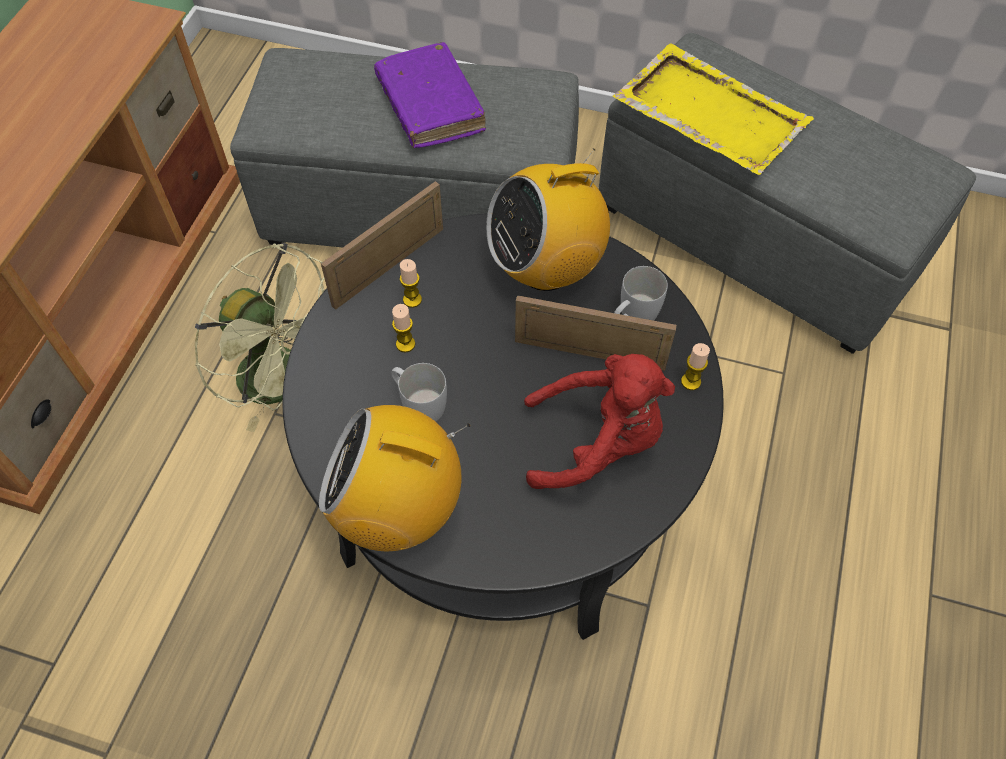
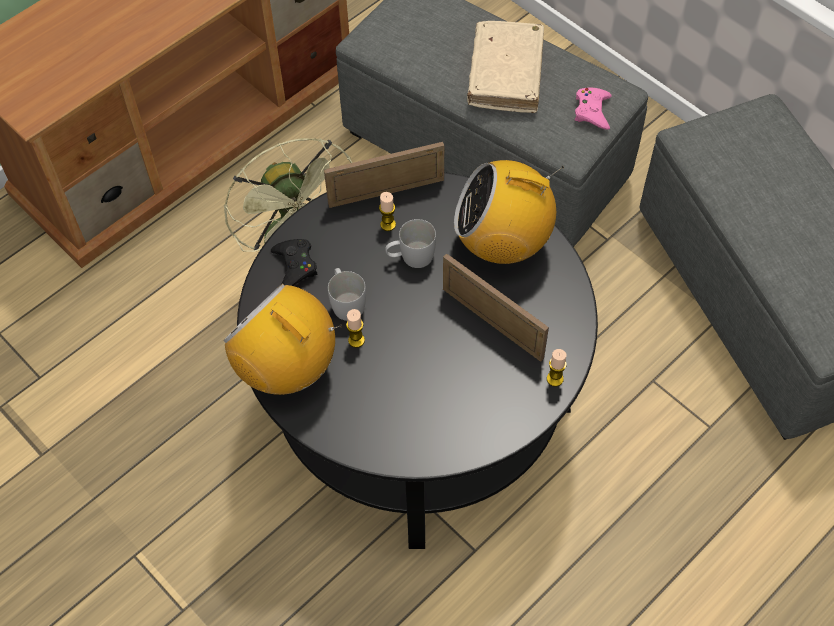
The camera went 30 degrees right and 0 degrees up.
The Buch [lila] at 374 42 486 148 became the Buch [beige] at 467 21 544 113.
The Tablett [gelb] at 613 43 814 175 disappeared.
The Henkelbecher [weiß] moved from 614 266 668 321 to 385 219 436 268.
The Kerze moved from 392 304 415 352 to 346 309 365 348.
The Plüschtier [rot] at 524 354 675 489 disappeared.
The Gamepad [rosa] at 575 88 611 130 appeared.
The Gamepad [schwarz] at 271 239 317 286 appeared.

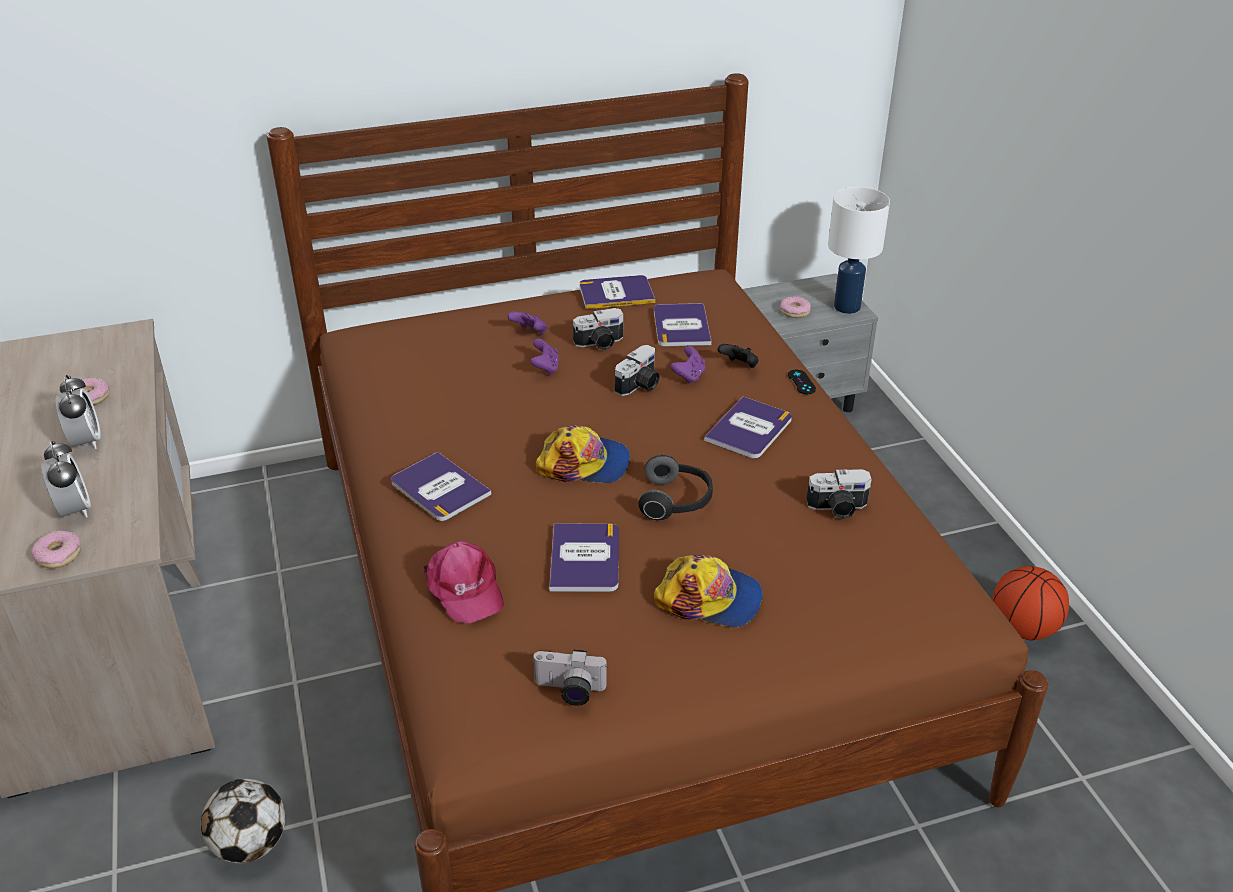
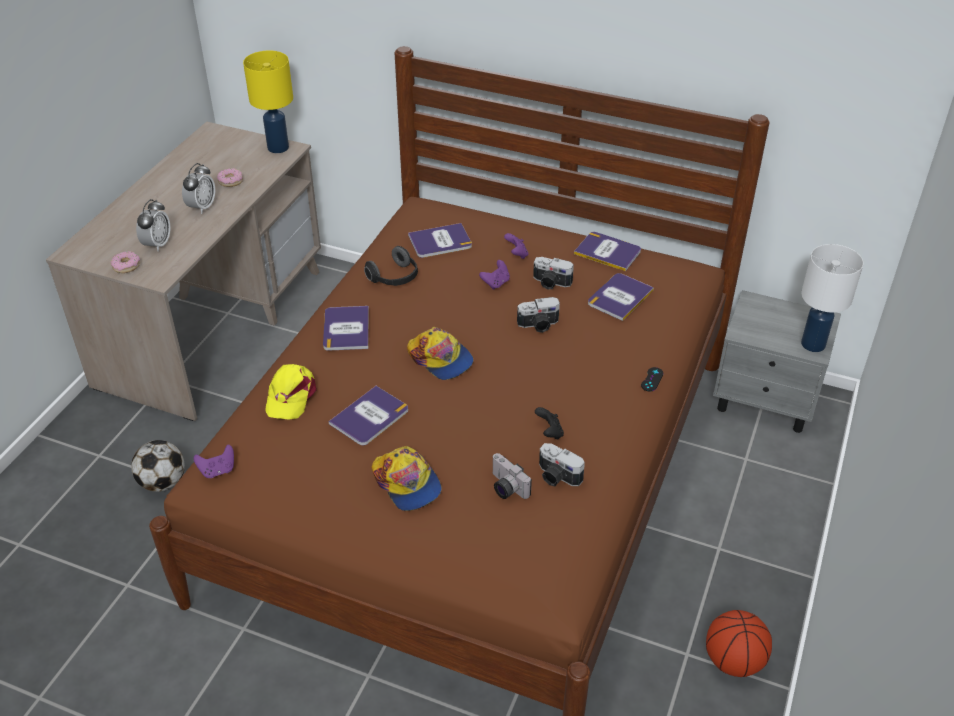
The camera went 40 degrees right and 5 degrees up.
The Donut at 780 296 811 318 disappeared.
The Gamepad [schwarz] moved from 718 344 759 368 to 535 407 564 439.
The Gamepad [lila] moved from 670 345 705 384 to 194 445 234 478.
The Buch moved from 704 397 792 459 to 408 223 472 258.
The Kopfhörer moved from 639 455 713 520 to 364 246 418 286.
The Kappe [rosa] at 424 541 504 624 became the Kappe [gelb] at 265 364 316 420.
The Kamera moved from 532 649 607 706 to 493 453 532 499.
The Tischlampe [gelb] at 243 51 293 153 appeared.

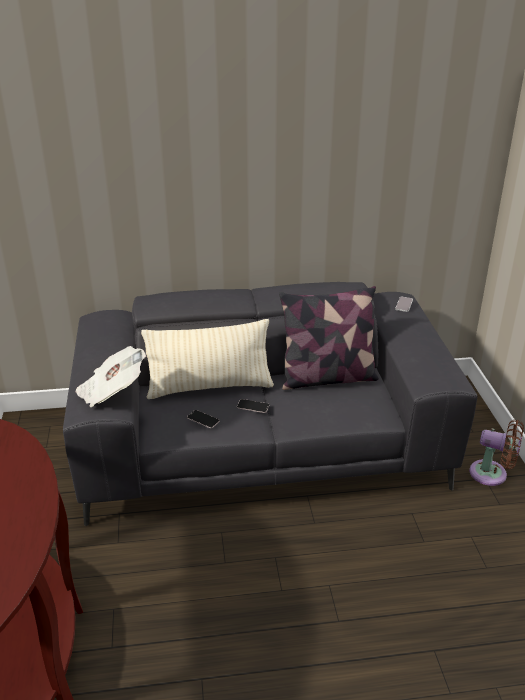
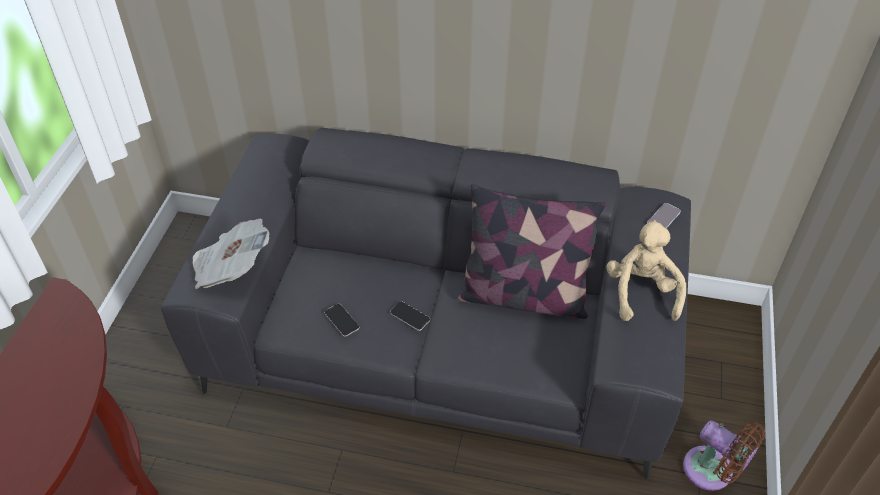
The camera went 20 degrees right and 15 degrees up.
The Kissen [beige] at 141 319 274 399 disappeared.
The Plüschtier [beige] at 606 220 686 321 appeared.

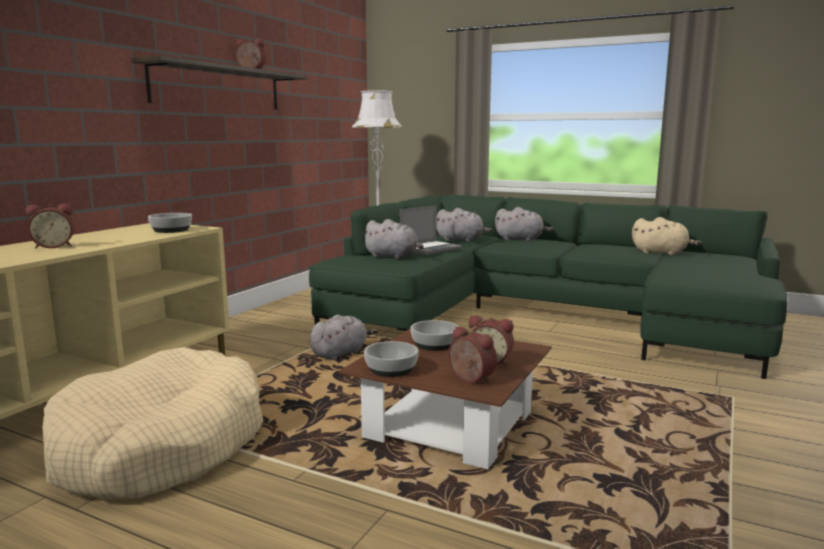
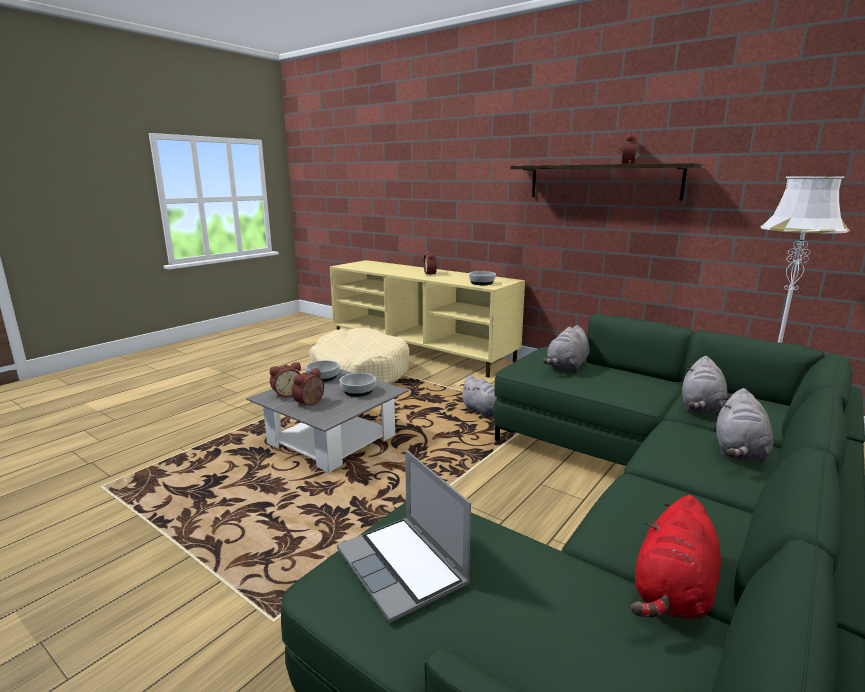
The camera went 100 degrees right and 5 degrees up.
The Laptop moved from 400 206 462 255 to 337 450 471 623.
The Plüschtier [beige] at 632 217 702 255 became the Plüschtier [rot] at 631 495 721 620.
The Couchtisch [braun] at 338 329 552 469 became the Couchtisch [grau] at 246 369 409 472.

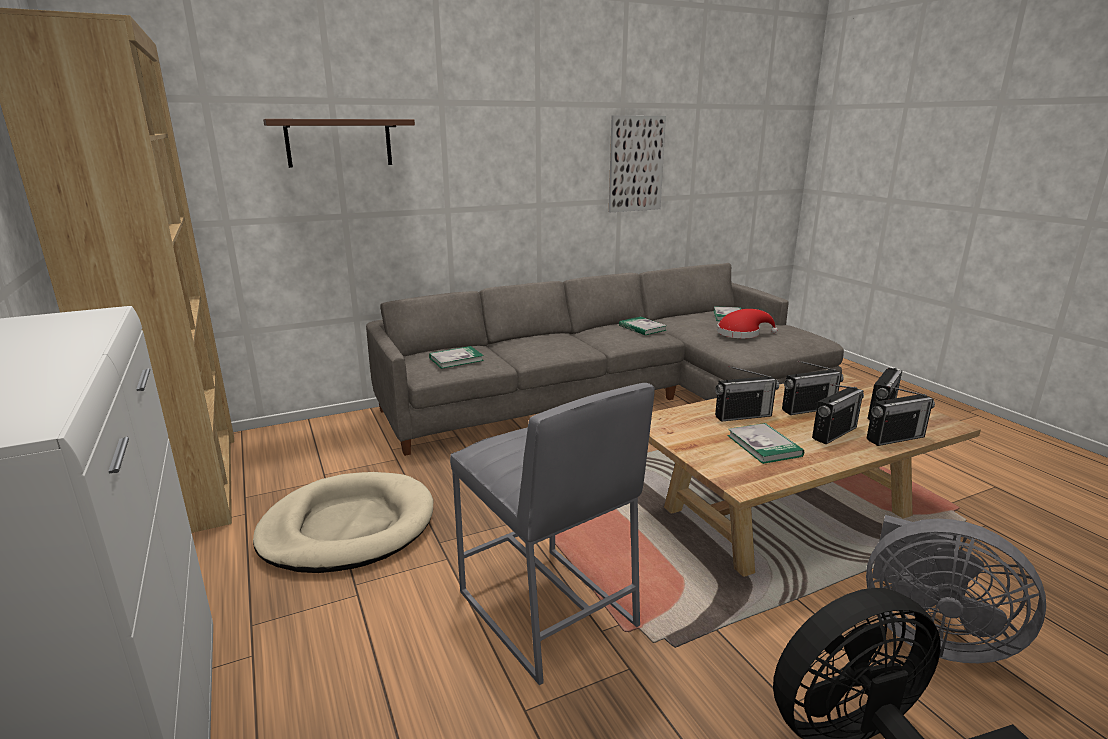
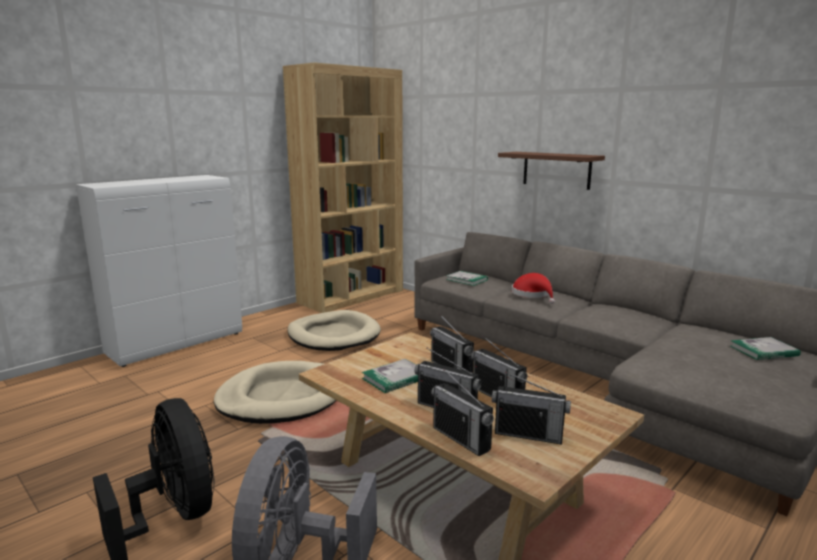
The camera went 70 degrees right and 5 degrees down.
The Bild at 609 115 666 212 disappeared.
The Wandregal [braun] moved from 263 119 415 168 to 498 152 605 190.
The Hut [rot] moved from 717 309 778 338 to 512 273 555 304.
The Buch at 619 317 667 335 disappeared.
The Hocker [grau] at 450 383 655 685 was replaced by the Hundebett [beige] at 214 361 336 424.

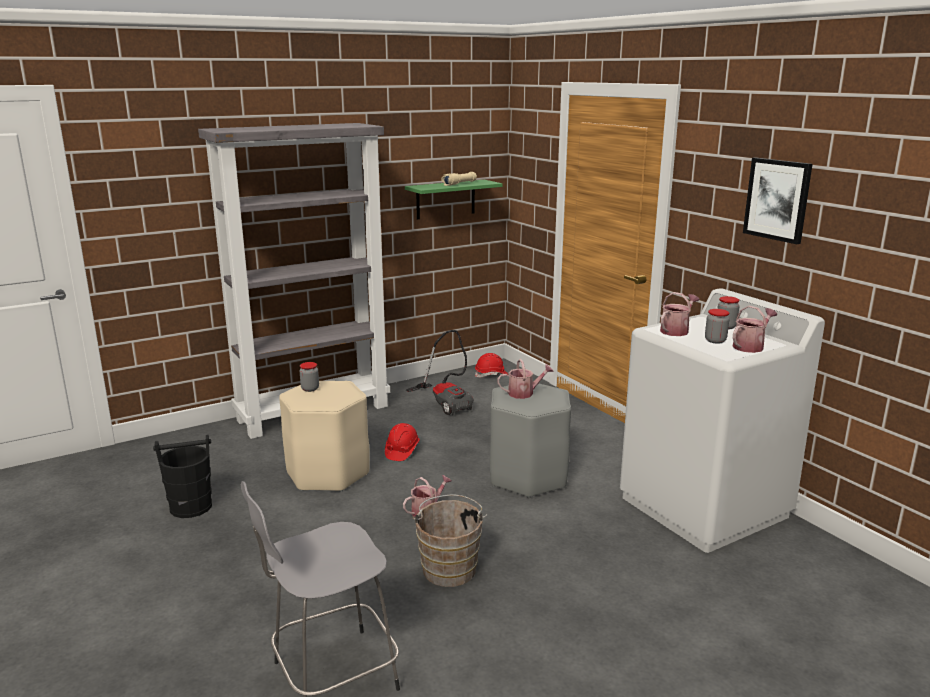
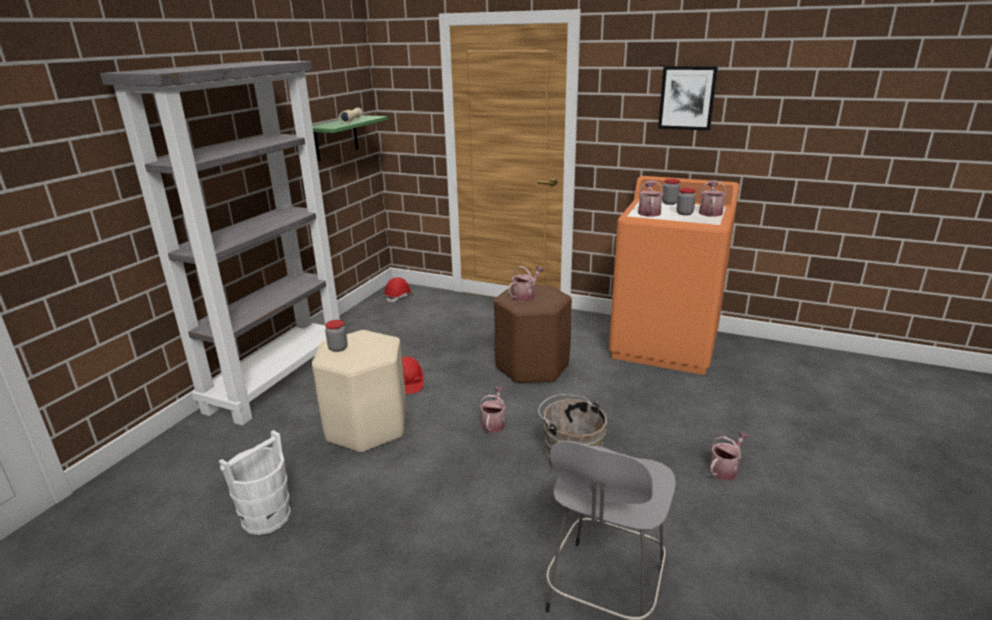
The camera went 35 degrees left and 5 degrees up.
The Waschmaschine [weiß] at 620 288 825 553 became the Waschmaschine [orange] at 609 176 740 375.
The Staubsauger at 406 330 474 415 disappeared.
The Hocker [grau] at 490 383 571 498 became the Hocker [braun] at 494 285 572 384.
The Eimer [schwarz] at 153 435 212 518 became the Eimer [weiß] at 219 430 291 535.
The Gießkanne at 708 431 749 481 appeared.

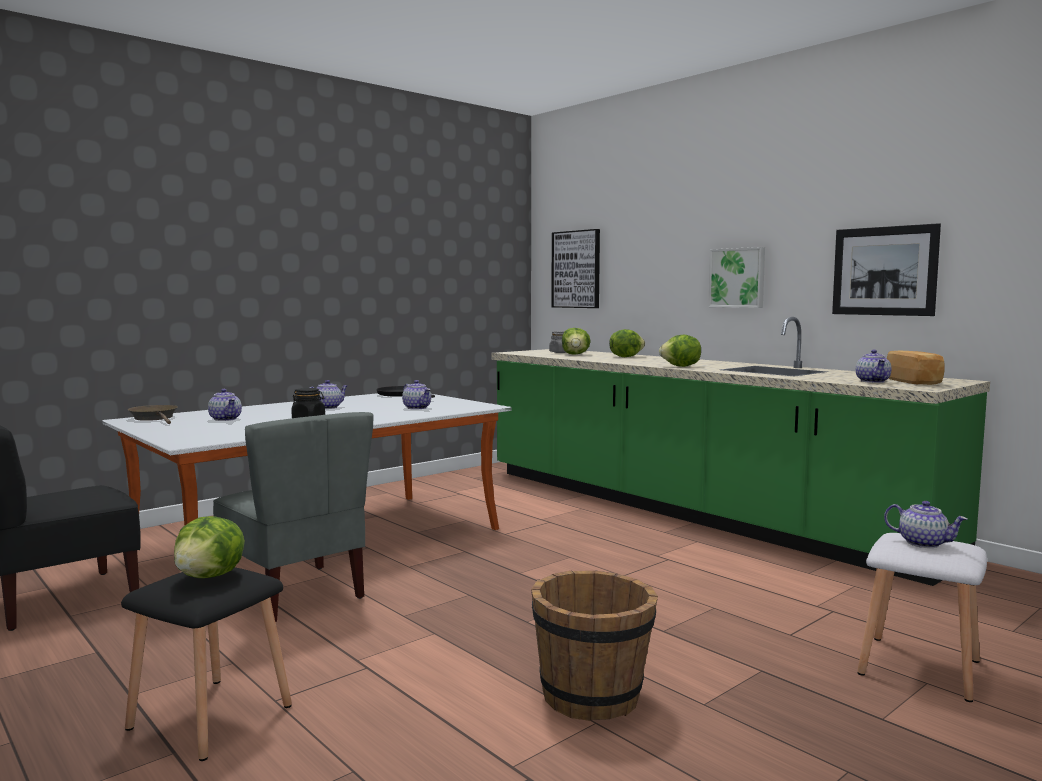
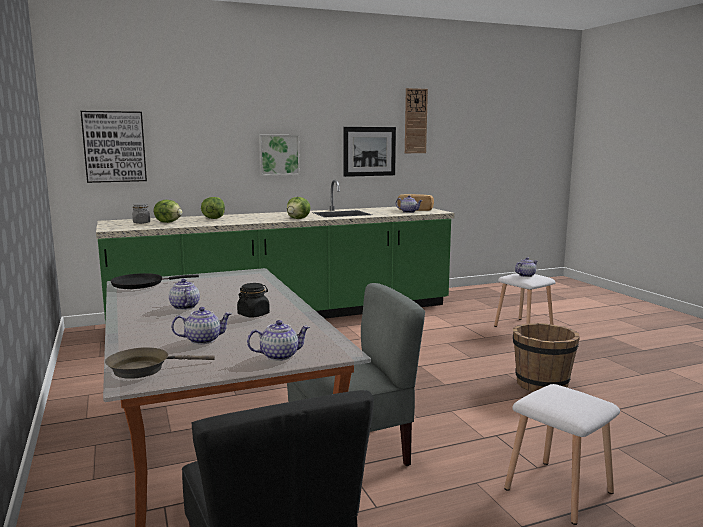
The camera went 70 degrees left and 5 degrees up.
The Teekanne moved from 402 380 431 410 to 247 320 310 361.
The Salatkopf at 174 516 245 578 disappeared.
The Hocker [schwarz] at 121 567 292 761 became the Hocker [weiß] at 504 384 620 525.
The Wanduhr at 405 88 428 153 appeared.

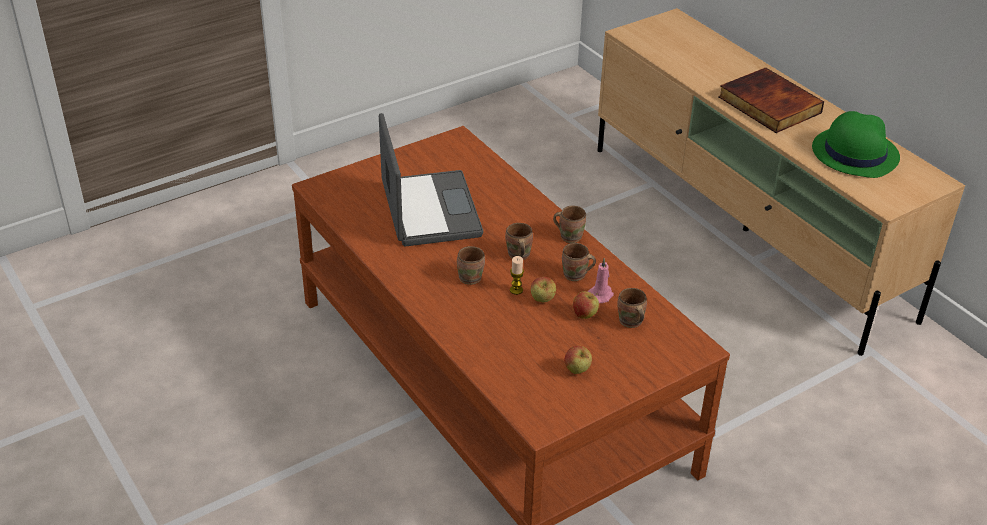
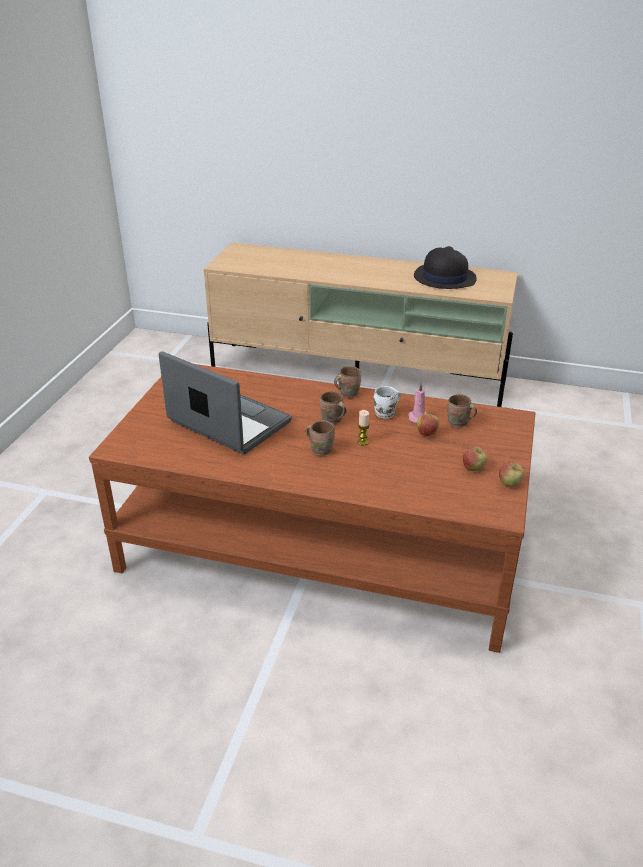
The camera went 40 degrees left and 5 degrees down.
The Buch at 718 67 824 133 disappeared.
The Hut [grün] at 812 111 900 178 became the Hut [schwarz] at 414 246 477 289.
The Henkelbecher [braun] at 562 243 596 281 became the Henkelbecher [weiß] at 374 386 401 419.
The Apfel moved from 531 277 556 303 to 499 461 524 486.

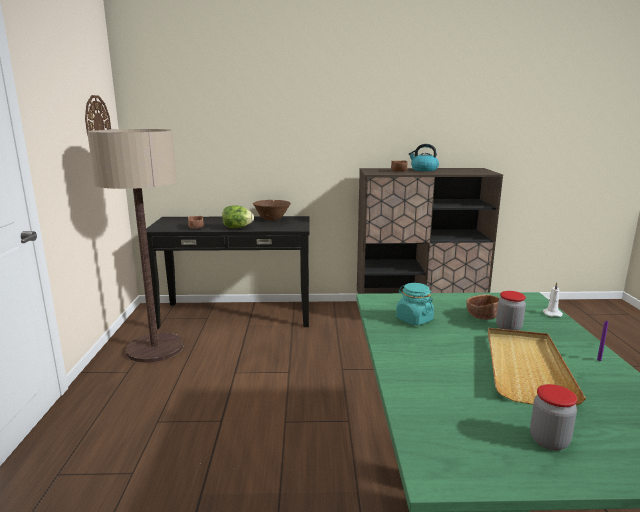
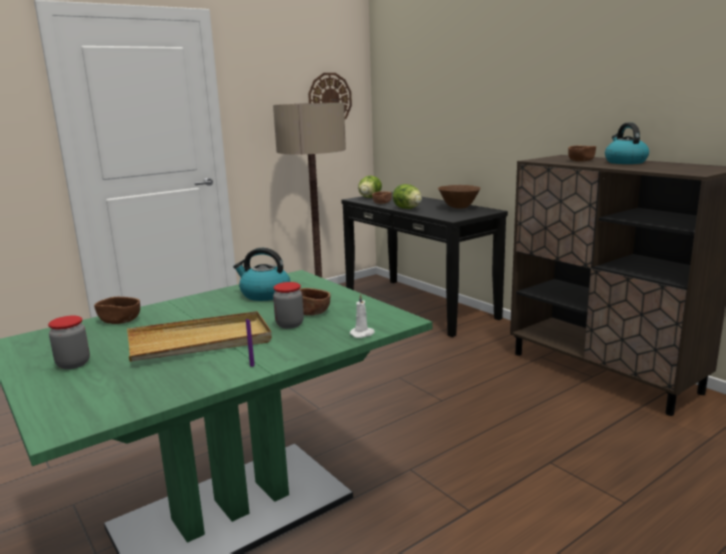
The camera went 55 degrees right and 0 degrees up.
The Vorratsglas [türkis] at 396 283 434 325 was replaced by the Wasserkessel at 233 248 290 301.
The Salatkopf at 358 175 382 198 appeared.
The Schüssel [braun] at 94 297 140 324 appeared.

